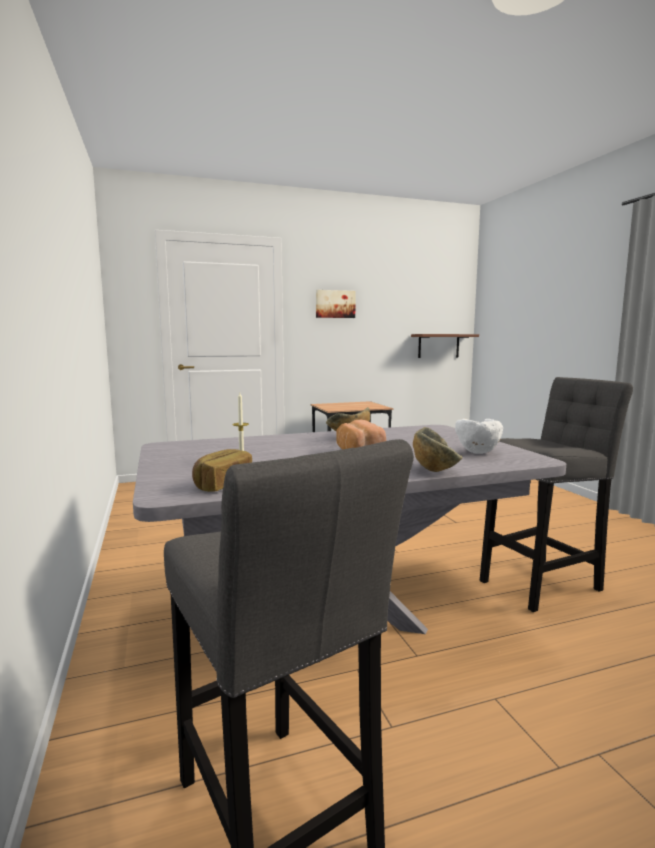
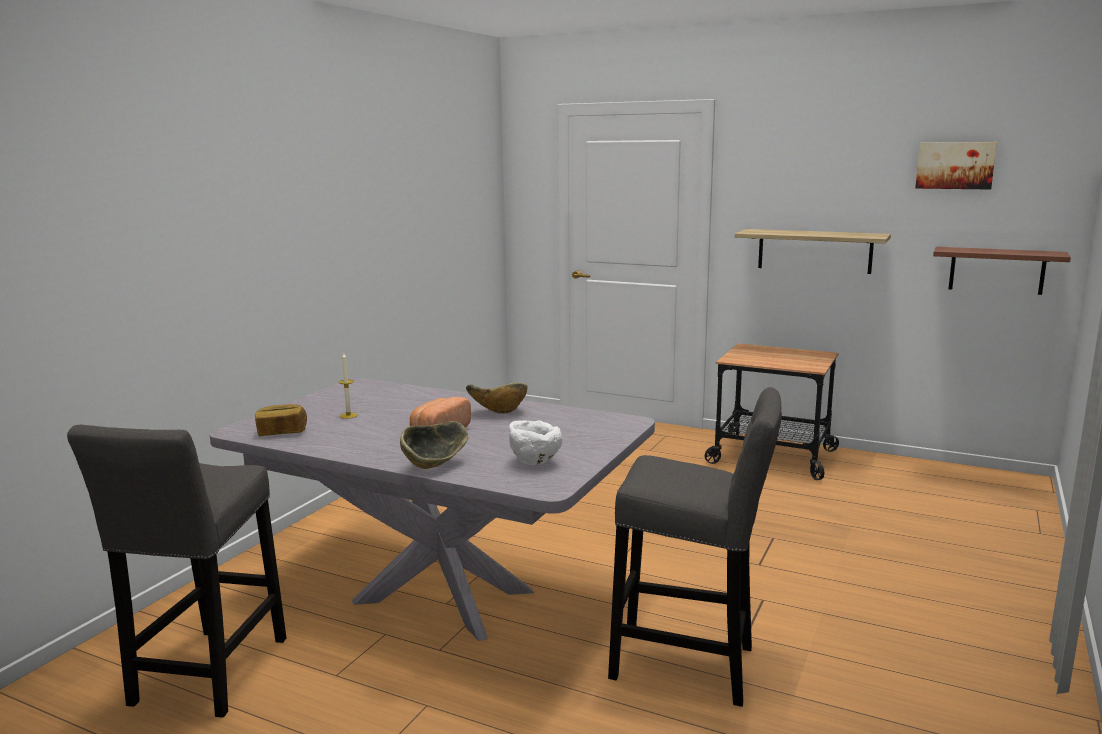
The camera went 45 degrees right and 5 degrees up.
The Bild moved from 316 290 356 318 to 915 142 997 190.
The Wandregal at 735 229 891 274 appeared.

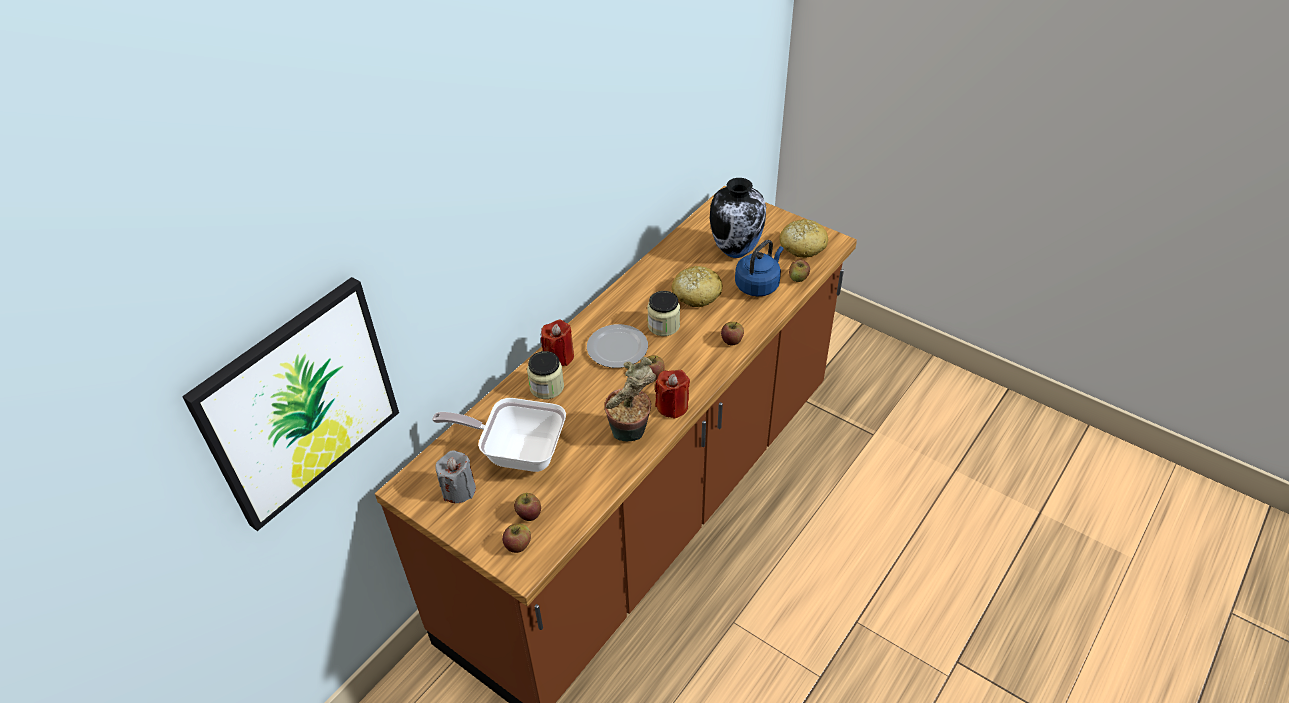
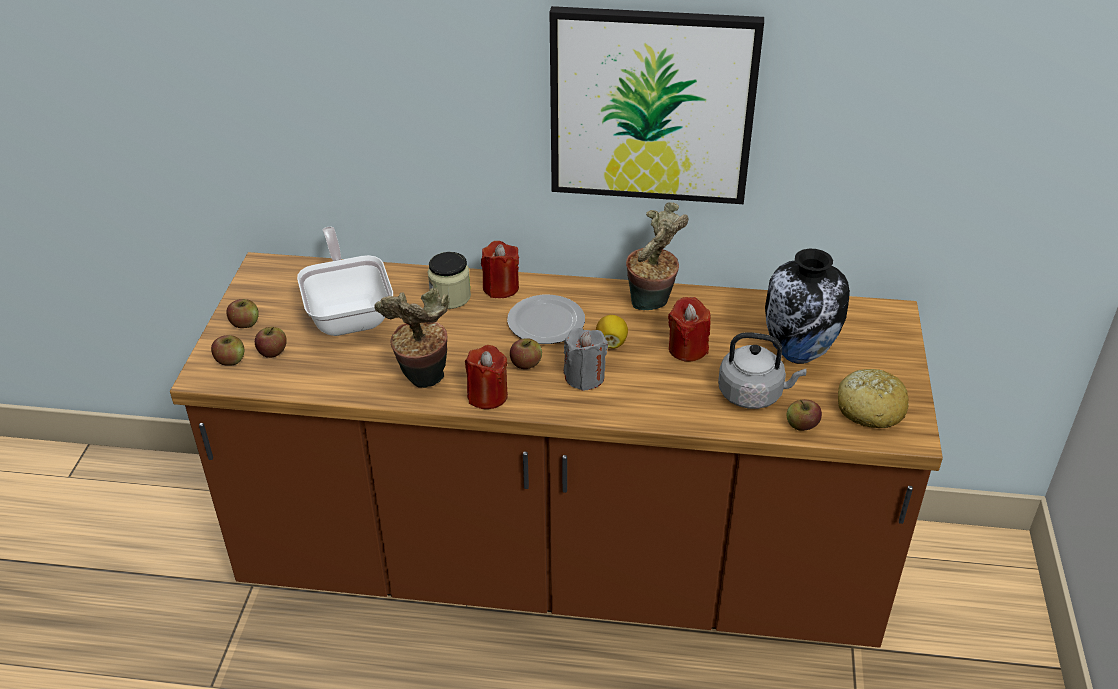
The camera went 60 degrees right and 5 degrees down.
The Wasserkessel [blau] at 735 240 784 297 became the Wasserkessel [grau] at 718 332 806 409.
The Brot at 672 266 722 307 was replaced by the Kerze [rot] at 668 297 711 361.
The Bild moved from 182 277 399 531 to 550 6 764 204.
The Vorratsglas at 647 291 680 336 was replaced by the Zitrone at 596 315 628 349.
The Apfel moved from 721 322 744 345 to 226 299 259 328.
The Kerze [grau] moved from 435 451 476 503 to 564 328 608 391.
The Topfpflanze at 626 202 689 310 appeared.

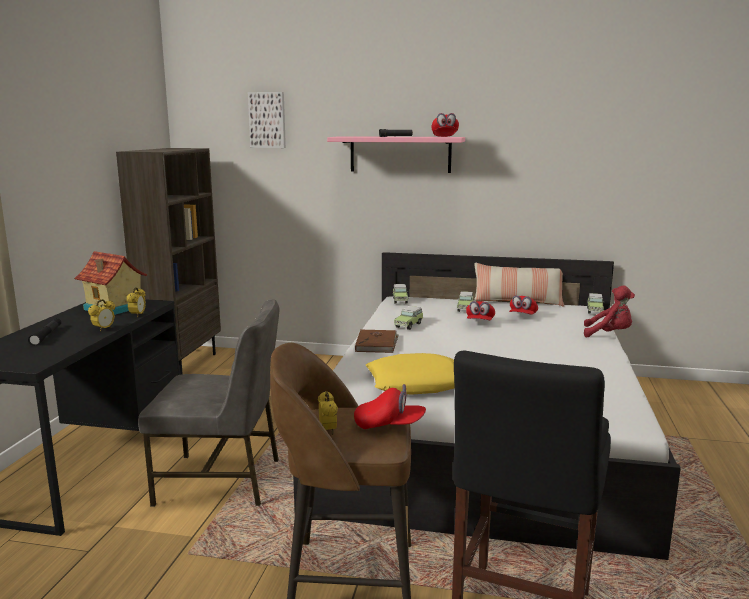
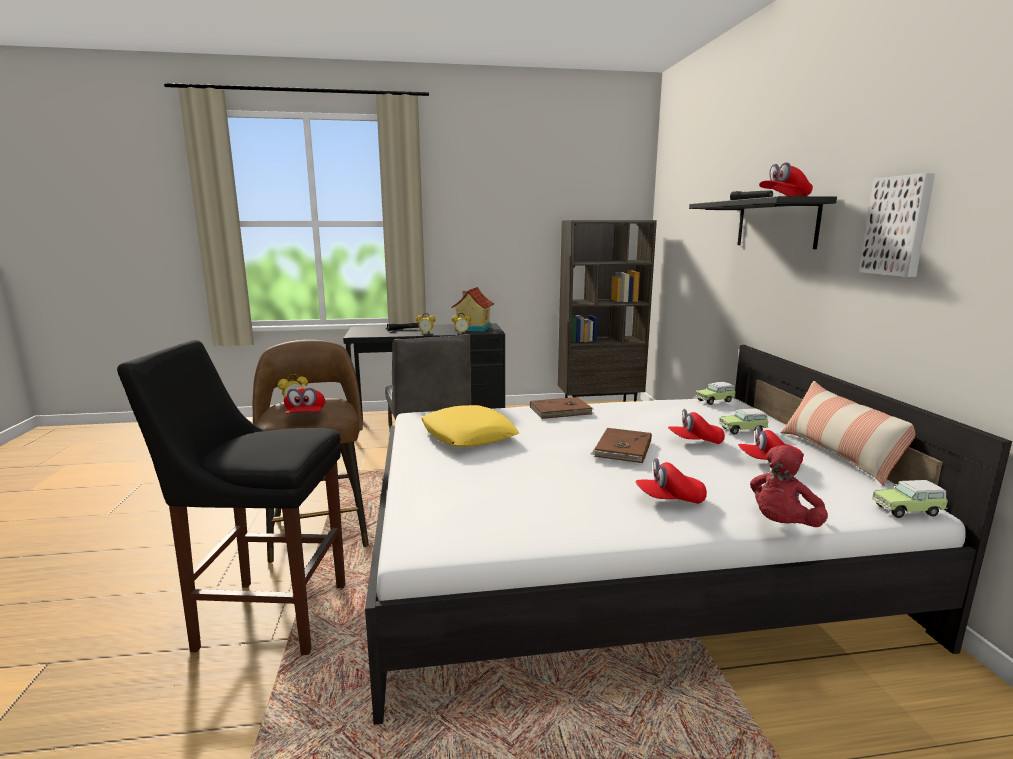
The camera went 70 degrees right and 0 degrees up.
The Bild moved from 248 92 286 148 to 859 173 935 277.
The Wandregal [rosa] at 327 136 465 173 became the Wandregal [schwarz] at 689 196 837 249.
The Plüschtier [rot] at 584 286 635 337 turned 45 degrees clockwise.
The Spielzeugauto at 394 306 424 330 disappeared.
The Buch [braun] at 591 428 652 463 appeared.
The Kappe [rot] at 635 458 707 504 appeared.

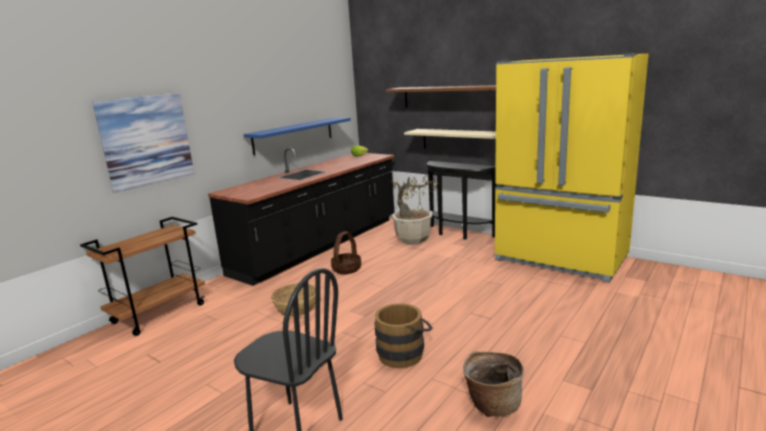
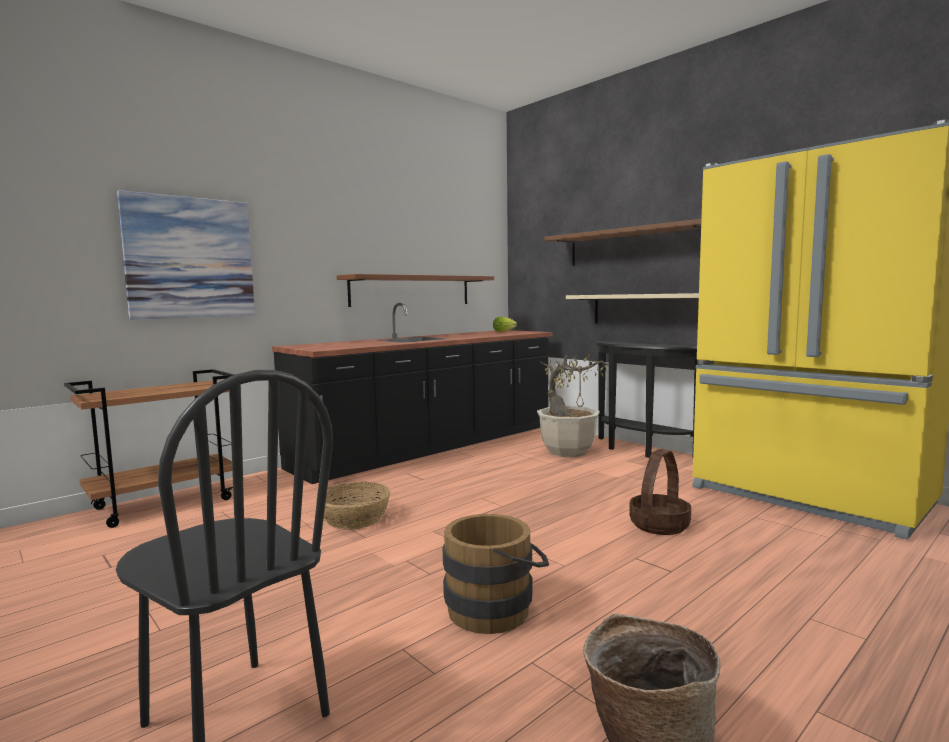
The camera went 10 degrees right and 10 degrees down.
The Wandregal [blau] at 244 118 351 155 became the Wandregal [braun] at 337 274 494 307.
The Korb moved from 331 231 361 274 to 629 449 691 535.

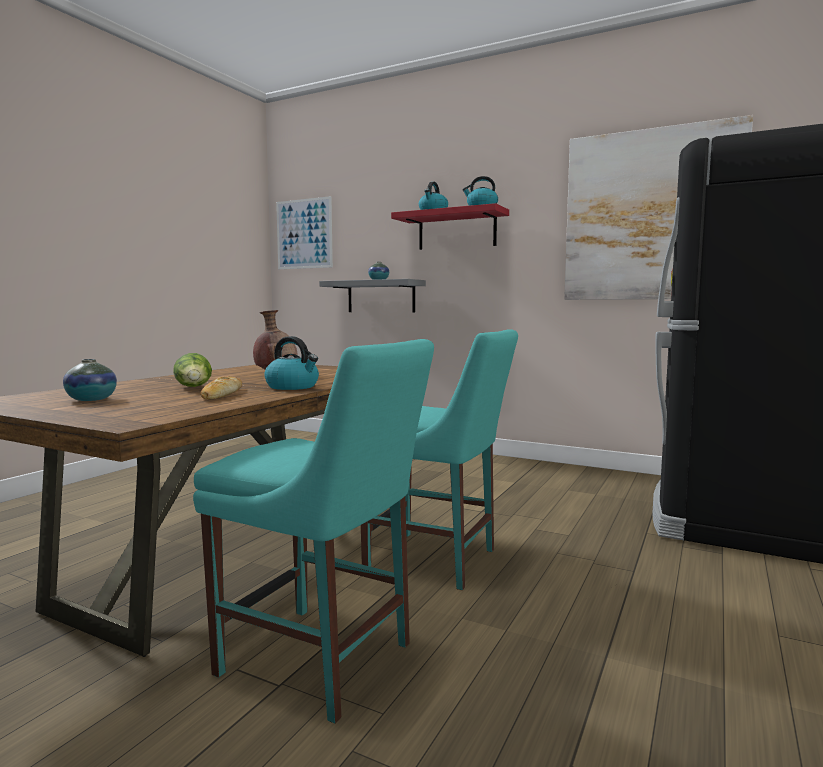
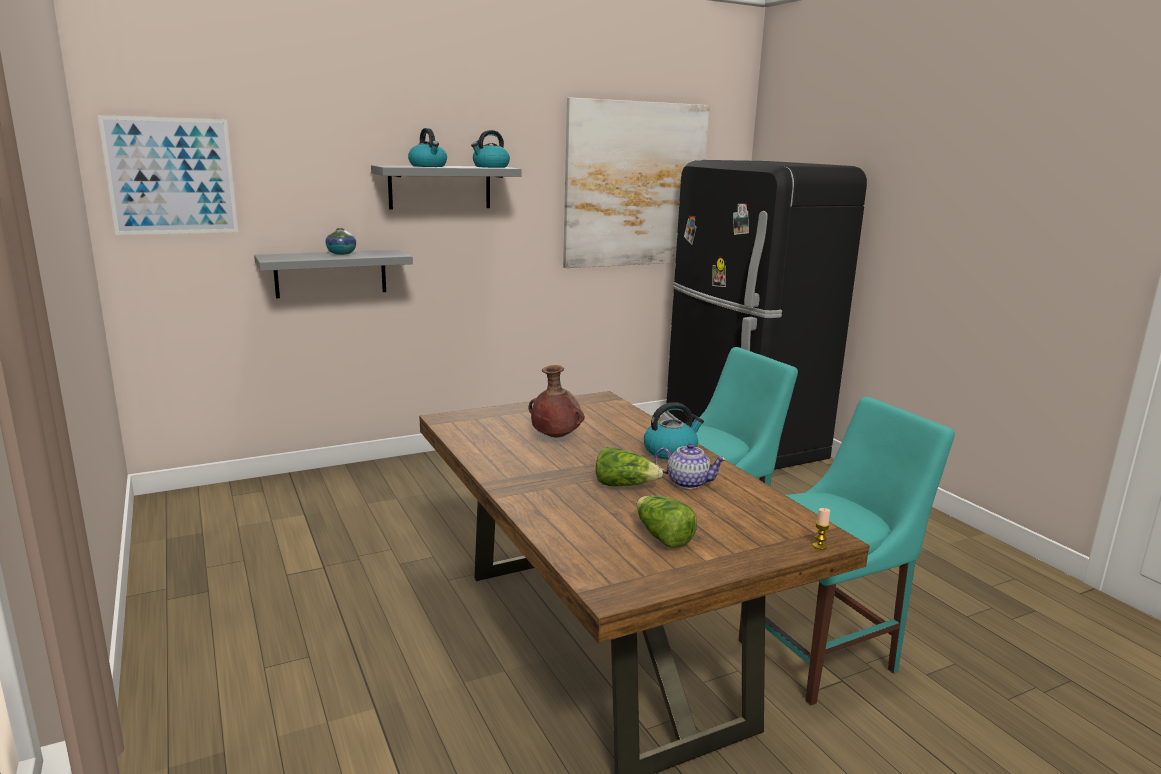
The camera went 55 degrees left and 10 degrees up.
The Wandregal [rot] at 391 203 509 250 became the Wandregal [grau] at 371 165 521 210.
The Vase at 63 359 117 401 was replaced by the Salatkopf at 637 496 697 548.
The Brot at 200 376 242 400 was replaced by the Teekanne at 654 443 727 489.
The Kerze at 813 508 831 550 appeared.

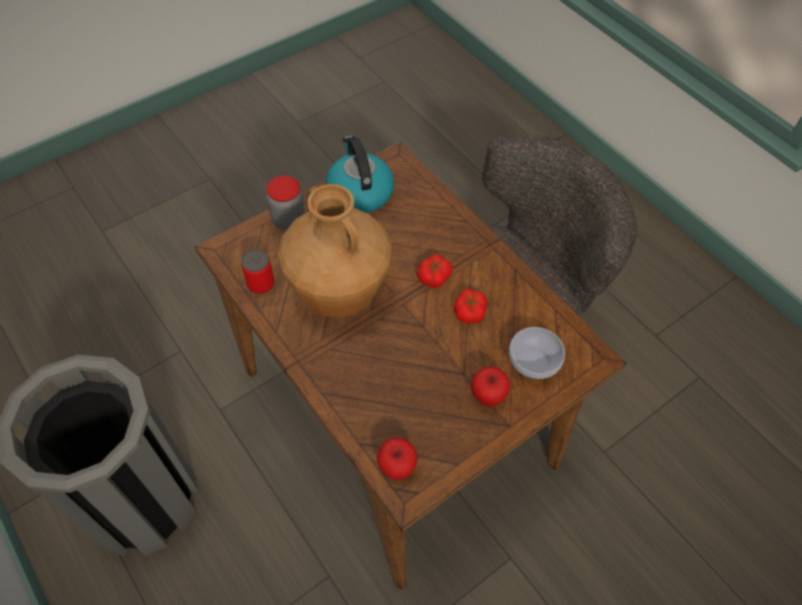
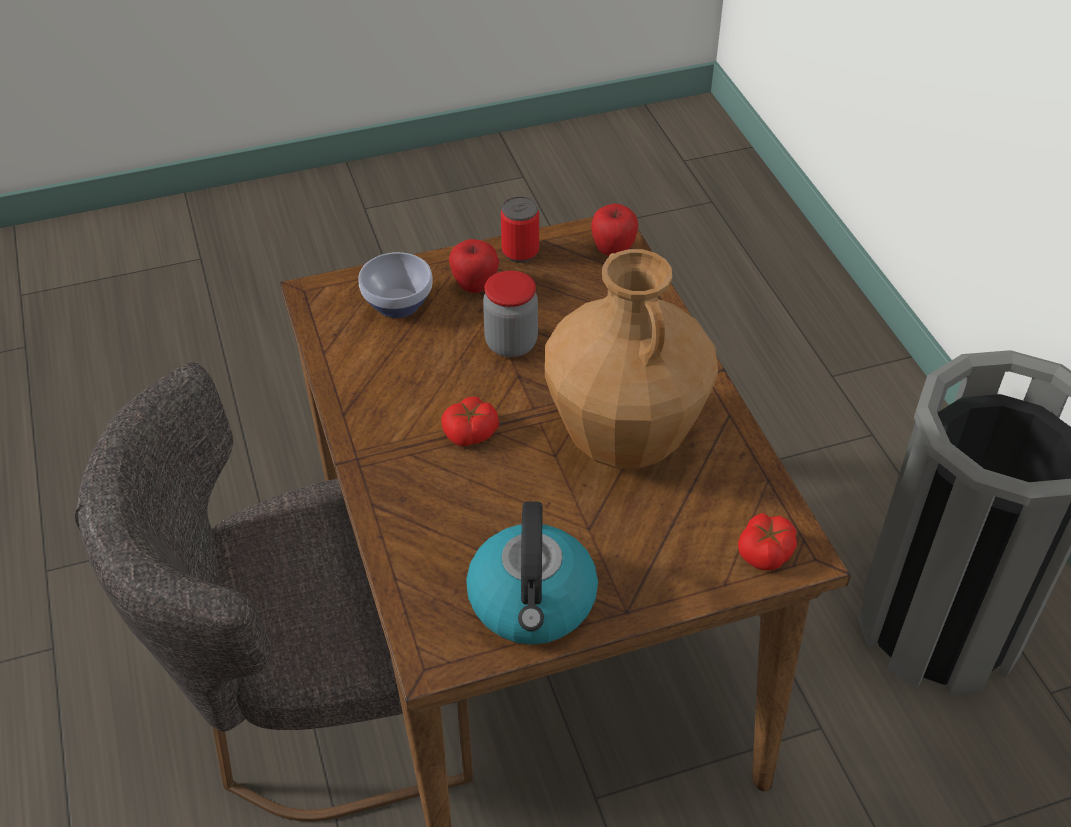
The camera went 160 degrees left and 10 degrees down.
The Vorratsglas moved from 267 176 305 230 to 483 271 538 357.
The Dose moved from 241 249 274 294 to 501 196 539 263.
The Tomate moved from 454 289 487 324 to 738 513 797 571.

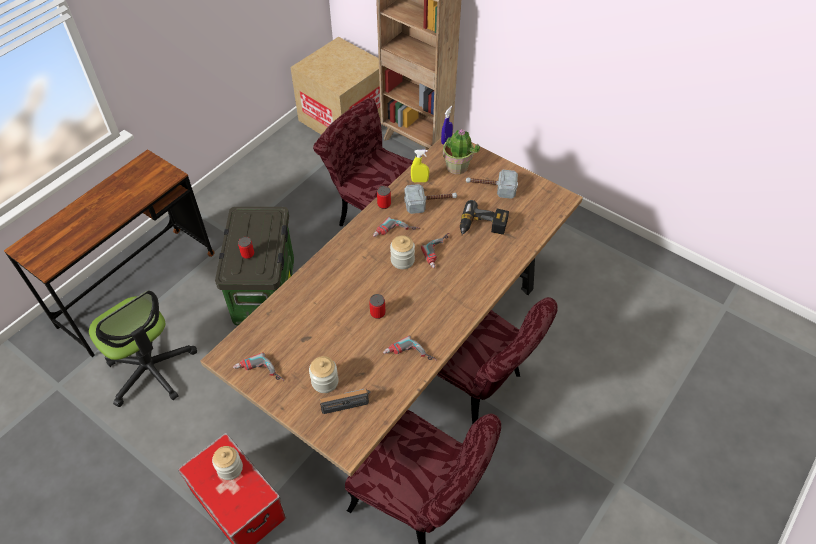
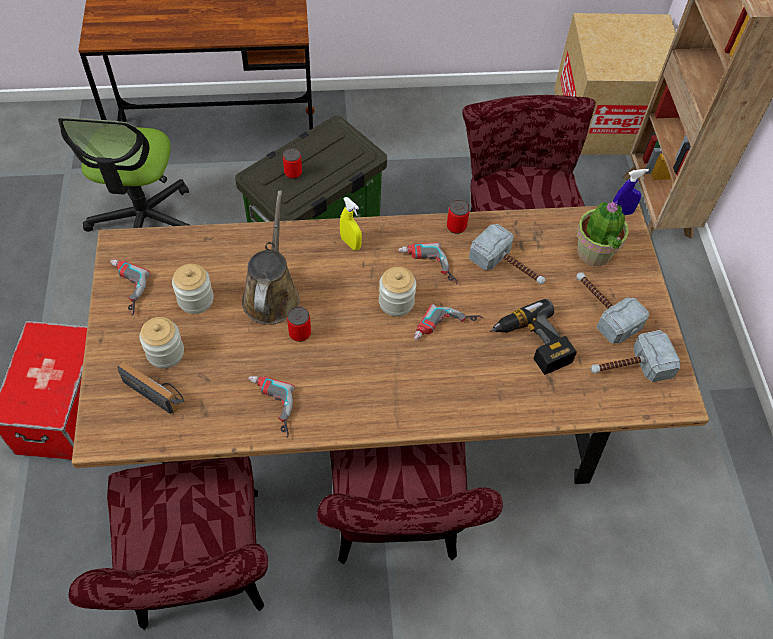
The camera went 45 degrees right and 5 degrees up.
The Sprühflasche [gelb] moved from 411 150 429 182 to 340 197 362 250.
The Vorratsglas moved from 212 446 243 480 to 172 264 214 314.
The Gießkanne [braun] at 242 191 300 325 appeared.
The Hammer at 591 330 681 382 appeared.

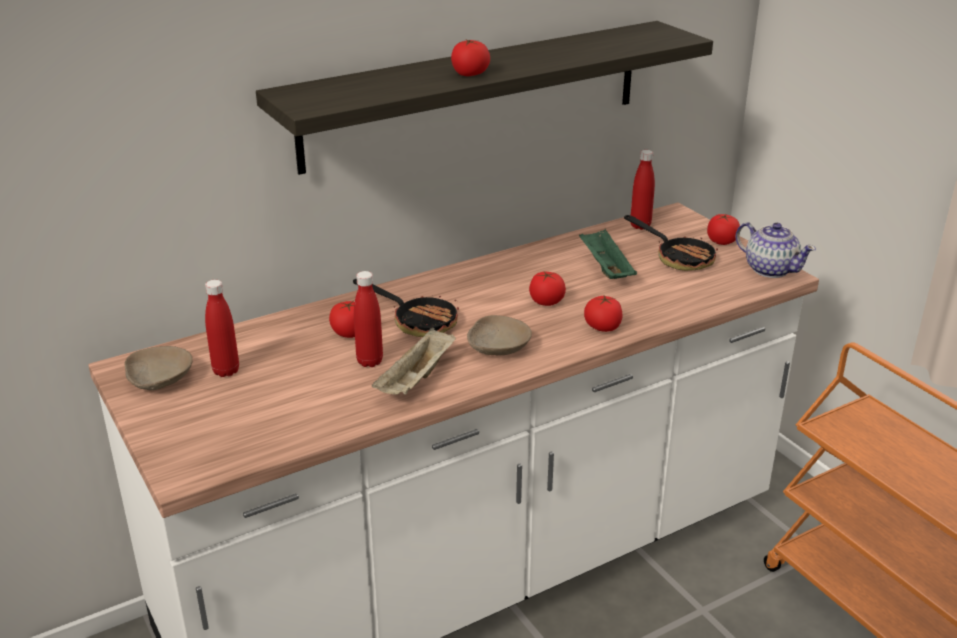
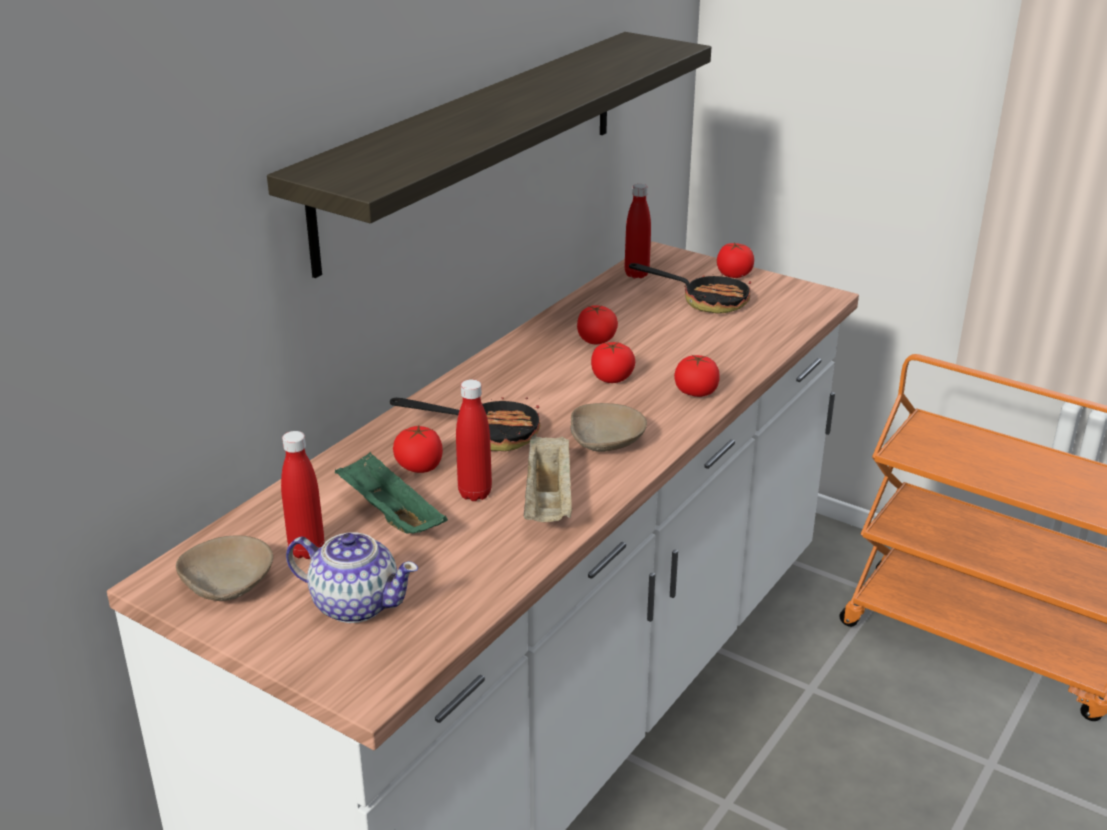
The camera went 25 degrees left and 0 degrees up.
The Tomate moved from 451 39 490 76 to 577 305 618 345.
The Teekanne moved from 735 222 816 278 to 286 532 418 623.
The Tablett [grün] moved from 579 229 637 279 to 335 452 448 534.

